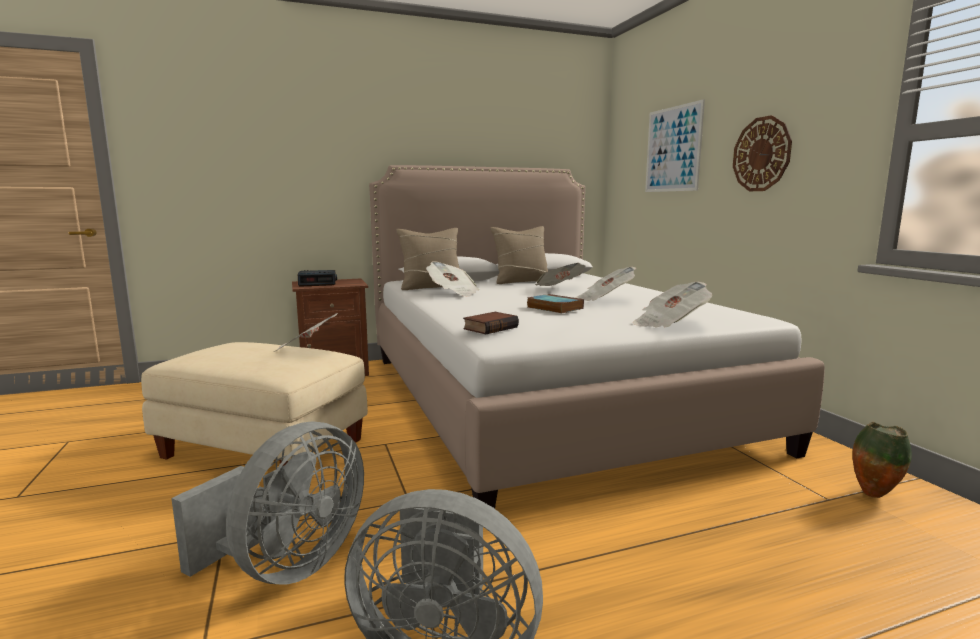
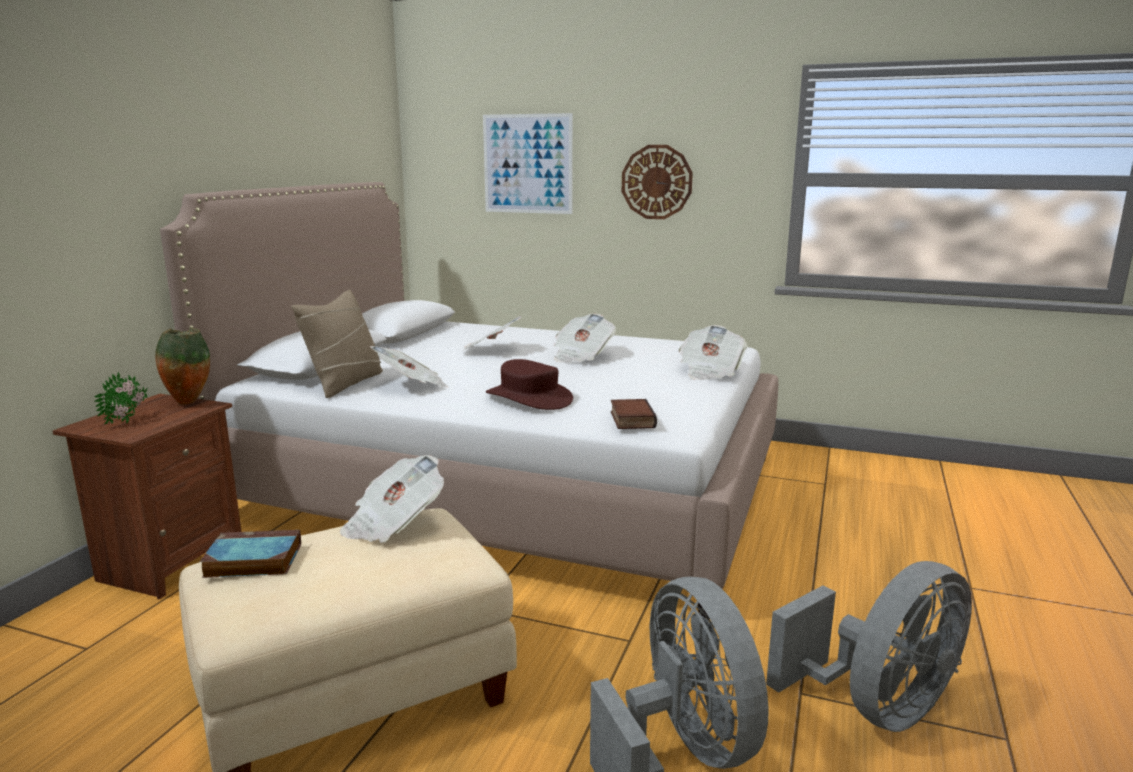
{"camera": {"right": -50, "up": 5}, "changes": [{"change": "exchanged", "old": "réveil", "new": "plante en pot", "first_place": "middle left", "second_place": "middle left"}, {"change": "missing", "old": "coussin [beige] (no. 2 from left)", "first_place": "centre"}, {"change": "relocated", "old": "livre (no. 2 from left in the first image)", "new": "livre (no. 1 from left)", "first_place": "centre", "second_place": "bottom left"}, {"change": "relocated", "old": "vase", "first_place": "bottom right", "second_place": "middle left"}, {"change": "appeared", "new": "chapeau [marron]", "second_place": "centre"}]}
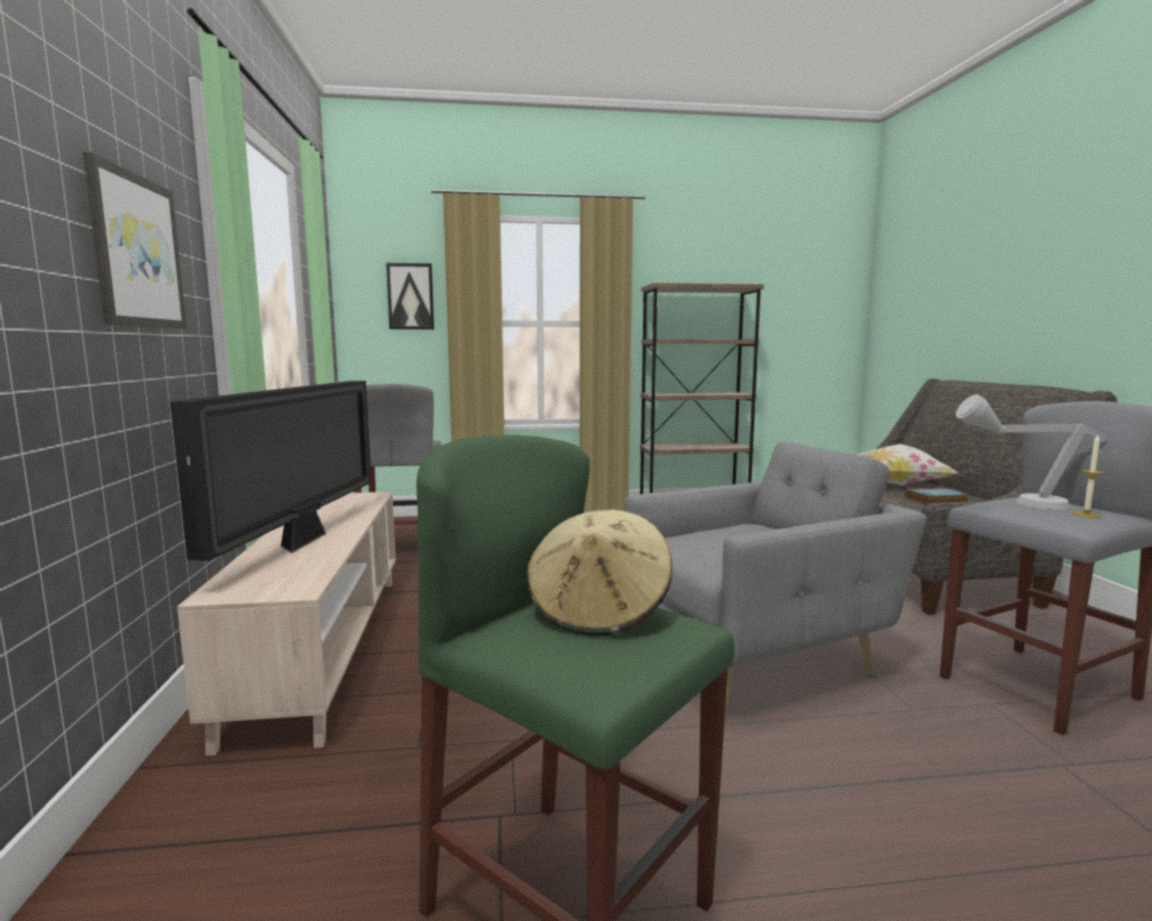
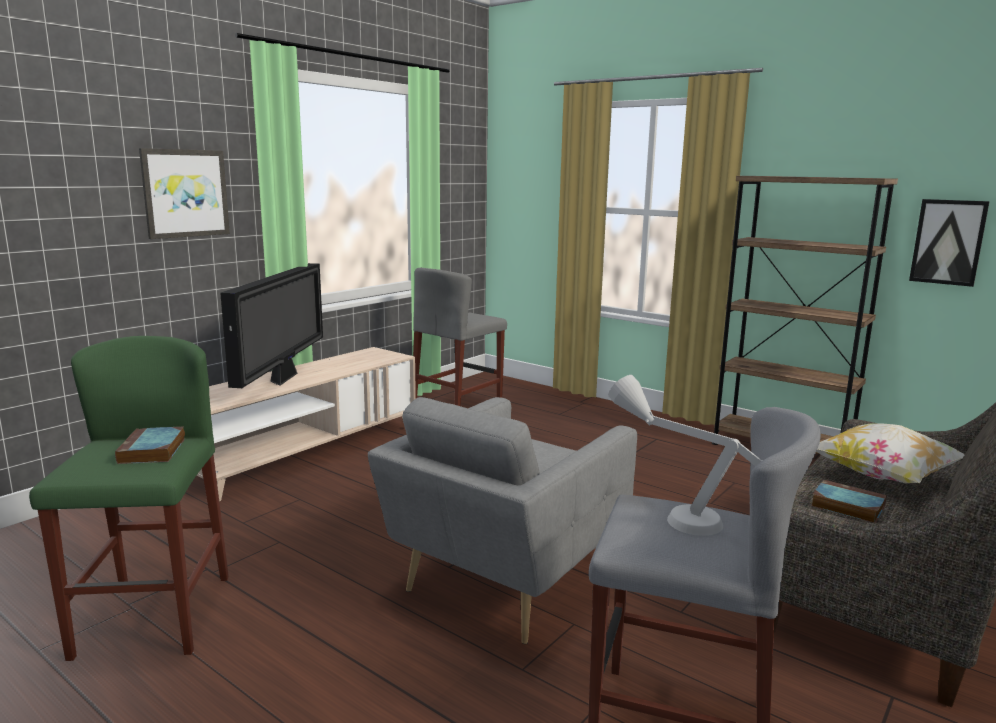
{"camera": {"right": 45, "up": 5}, "changes": [{"change": "spun", "old": "téléviseur", "first_place": "middle left", "second_place": "middle left", "degrees": -45}, {"change": "relocated", "old": "tableau (no. 2 from left)", "first_place": "top centre", "second_place": "middle right"}, {"change": "exchanged", "old": "chapeau [beige]", "new": "livre (no. 1 from left)", "first_place": "centre", "second_place": "middle left"}, {"change": "spun", "old": "fauteuil [gris]", "first_place": "middle right", "second_place": "bottom centre", "degrees": 105}, {"change": "missing", "old": "bougie", "first_place": "middle right"}]}
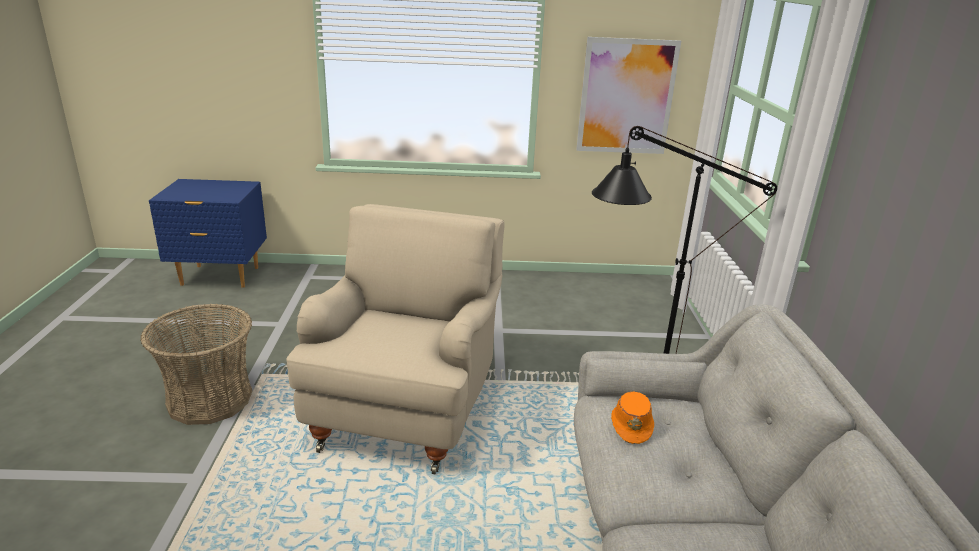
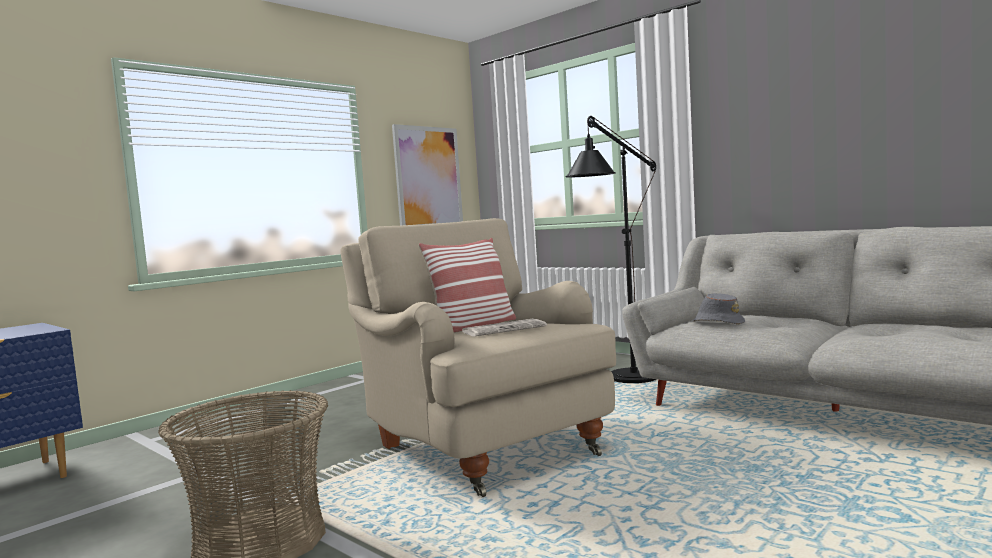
{"camera": {"right": -45, "up": -20}, "changes": [{"change": "colour", "old": "chapeau [orange]", "new": "chapeau [gris]", "first_place": "bottom centre", "second_place": "middle right"}, {"change": "appeared", "new": "coussin", "second_place": "centre"}, {"change": "appeared", "new": "journal", "second_place": "centre"}]}
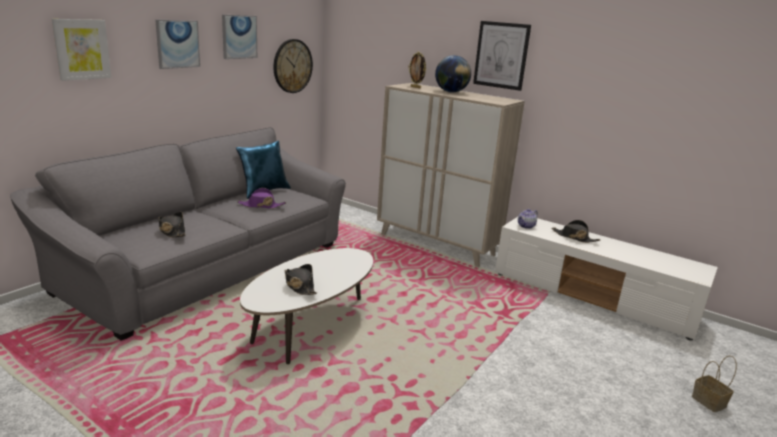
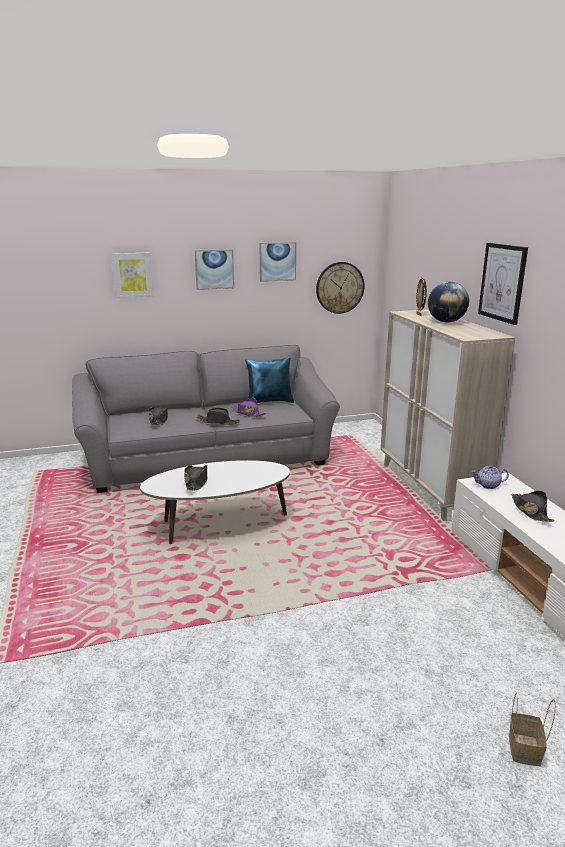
{"camera": {"right": 40, "up": 0}, "changes": [{"change": "appeared", "new": "chapeau [noir] (no. 3 from left)", "second_place": "centre"}]}
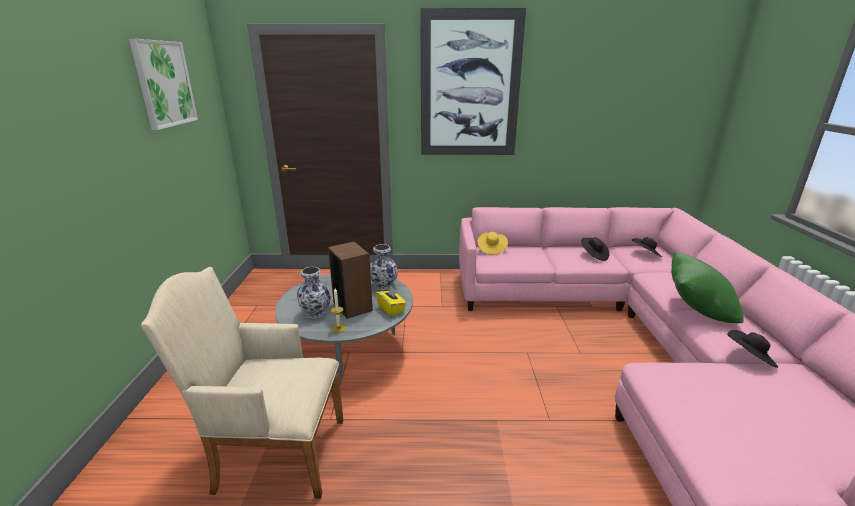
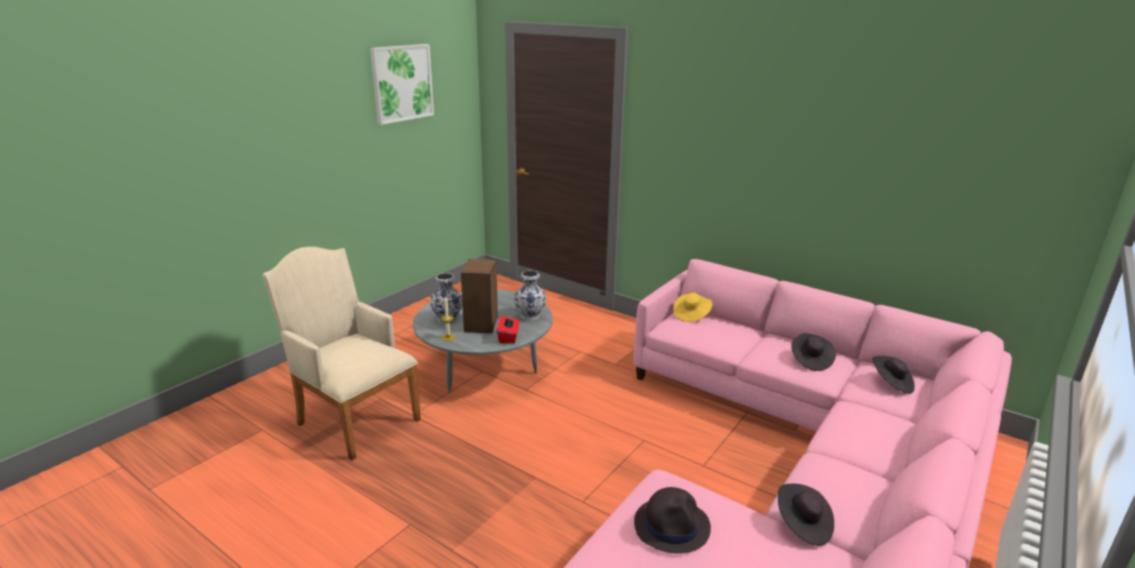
{"camera": {"right": 35, "up": 0}, "changes": [{"change": "colour", "old": "boîte à mouchoirs [jaune]", "new": "boîte à mouchoirs [rouge]", "first_place": "centre", "second_place": "centre"}, {"change": "missing", "old": "tableau (no. 2 from left)", "first_place": "top centre"}, {"change": "missing", "old": "coussin [vert]", "first_place": "middle right"}, {"change": "appeared", "new": "chapeau [noir] (no. 1 from left)", "second_place": "bottom centre"}]}
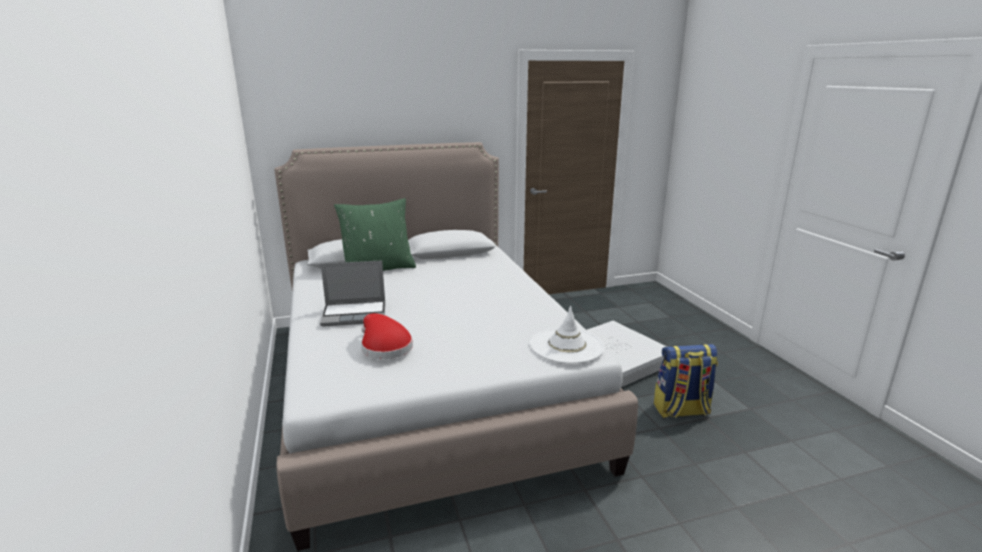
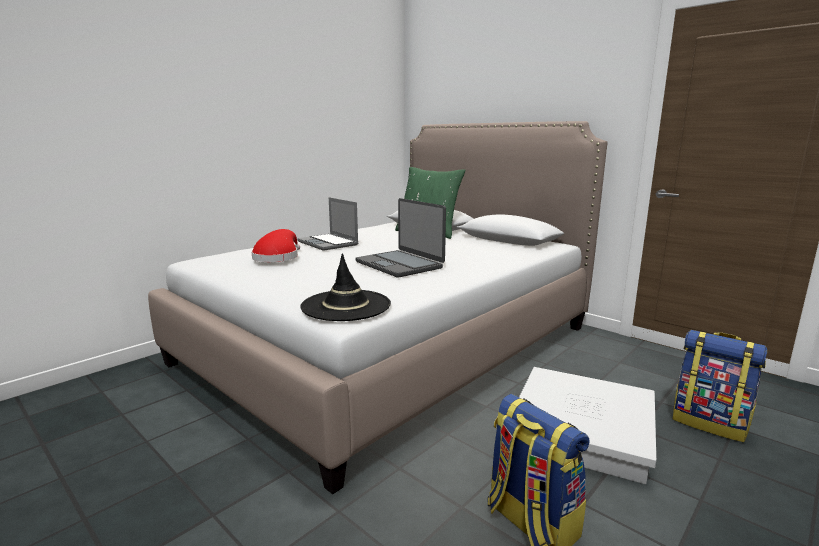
{"camera": {"right": 60, "up": -5}, "changes": [{"change": "colour", "old": "chapeau [blanc]", "new": "chapeau [noir]", "first_place": "centre", "second_place": "centre"}, {"change": "appeared", "new": "ordinateur portable (no. 2 from left)", "second_place": "centre"}, {"change": "appeared", "new": "sac à dos (no. 2 from left)", "second_place": "bottom right"}]}
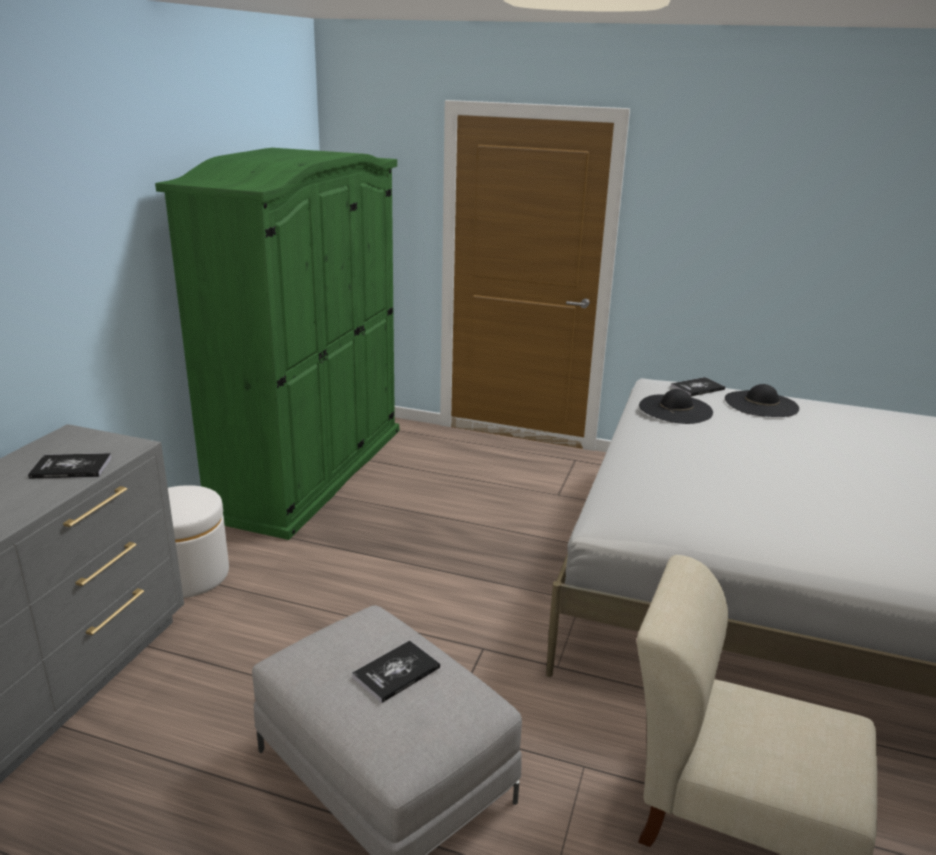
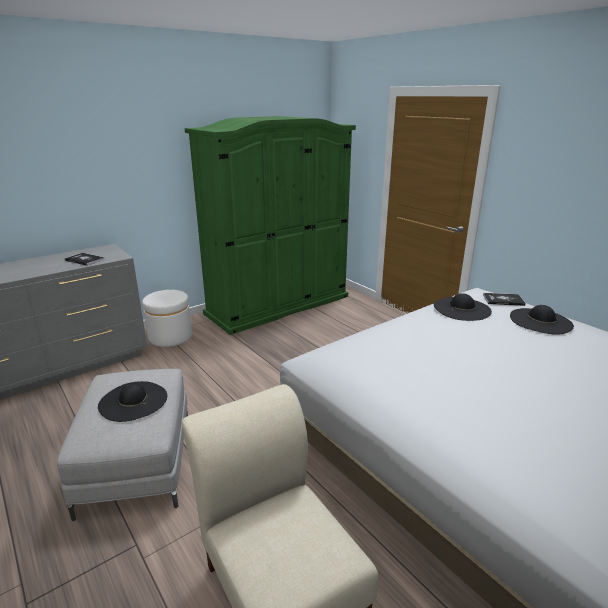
{"camera": {"right": 35, "up": 0}, "changes": [{"change": "exchanged", "old": "livre (no. 2 from left)", "new": "chapeau [noir] (no. 1 from left)", "first_place": "bottom centre", "second_place": "middle left"}]}
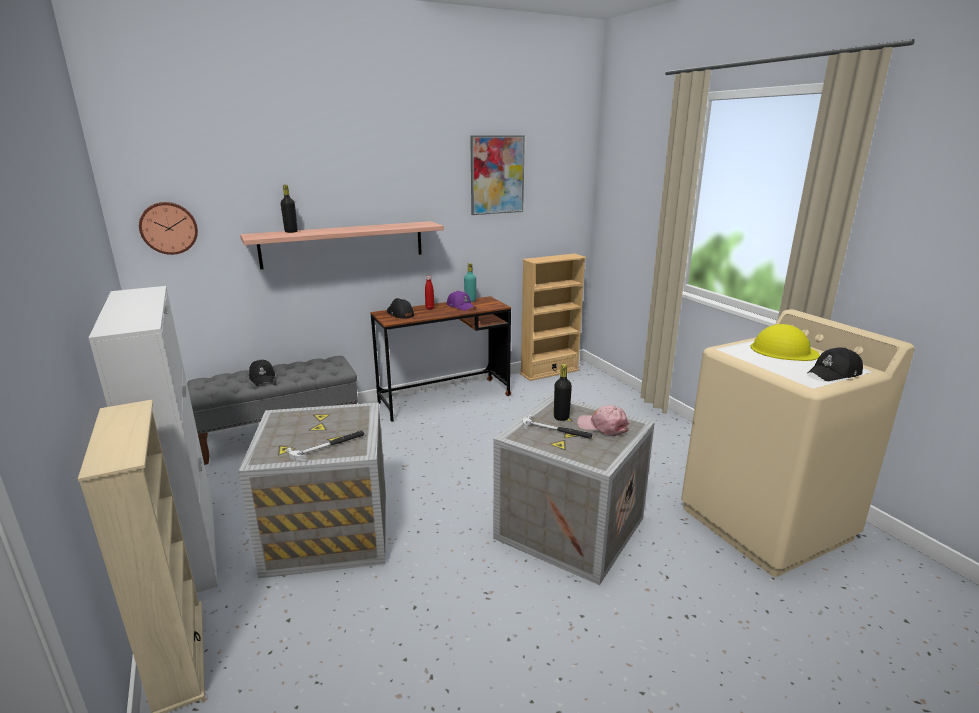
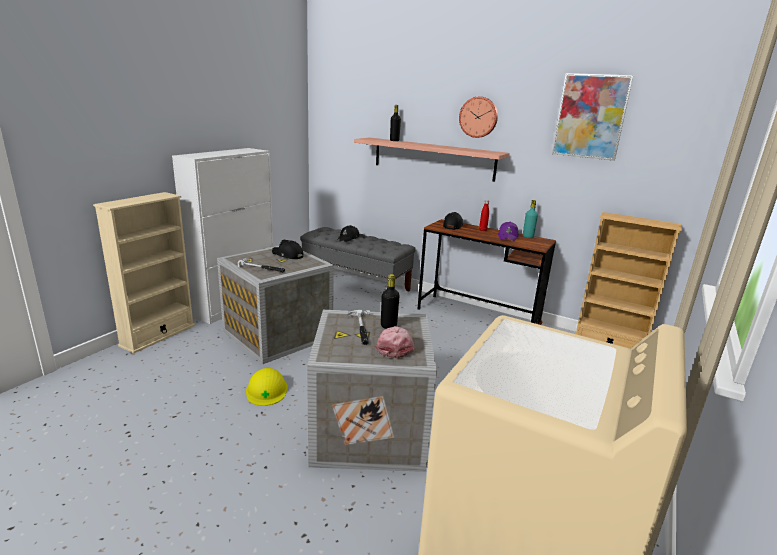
{"camera": {"right": 55, "up": 0}, "changes": [{"change": "relocated", "old": "horloge murale", "first_place": "top left", "second_place": "top centre"}, {"change": "relocated", "old": "casque de chantier [jaune]", "first_place": "middle right", "second_place": "bottom centre"}, {"change": "relocated", "old": "casquette [noir] (no. 3 from left in the first image)", "new": "casquette [noir] (no. 1 from left)", "first_place": "middle right", "second_place": "centre"}]}
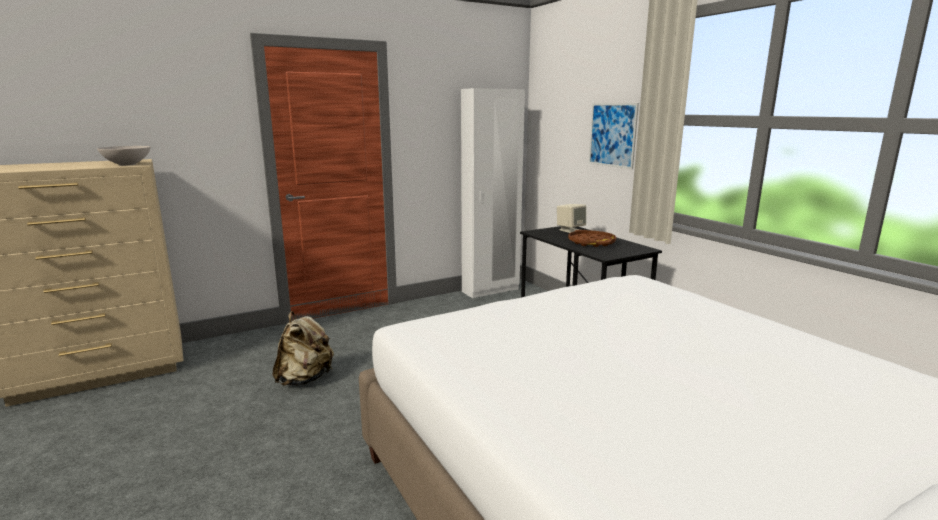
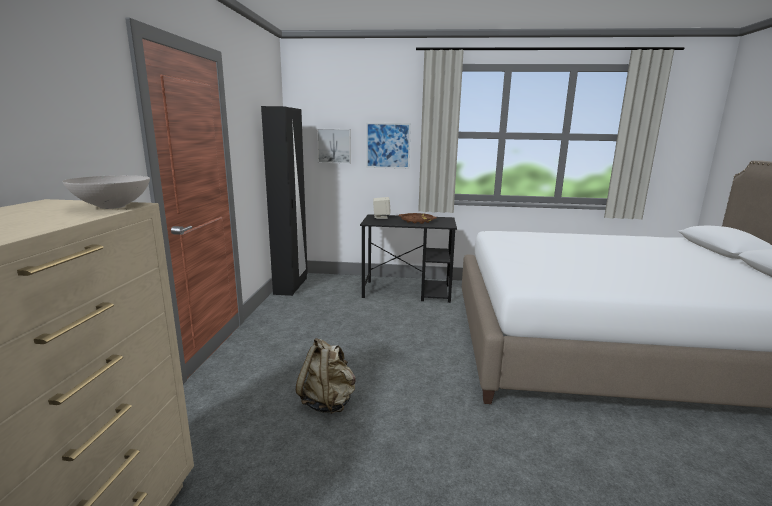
{"camera": {"right": -55, "up": 0}, "changes": [{"change": "colour", "old": "armoire [blanc]", "new": "armoire [noir]", "first_place": "centre", "second_place": "centre"}, {"change": "appeared", "new": "tableau (no. 1 from left)", "second_place": "top centre"}]}
